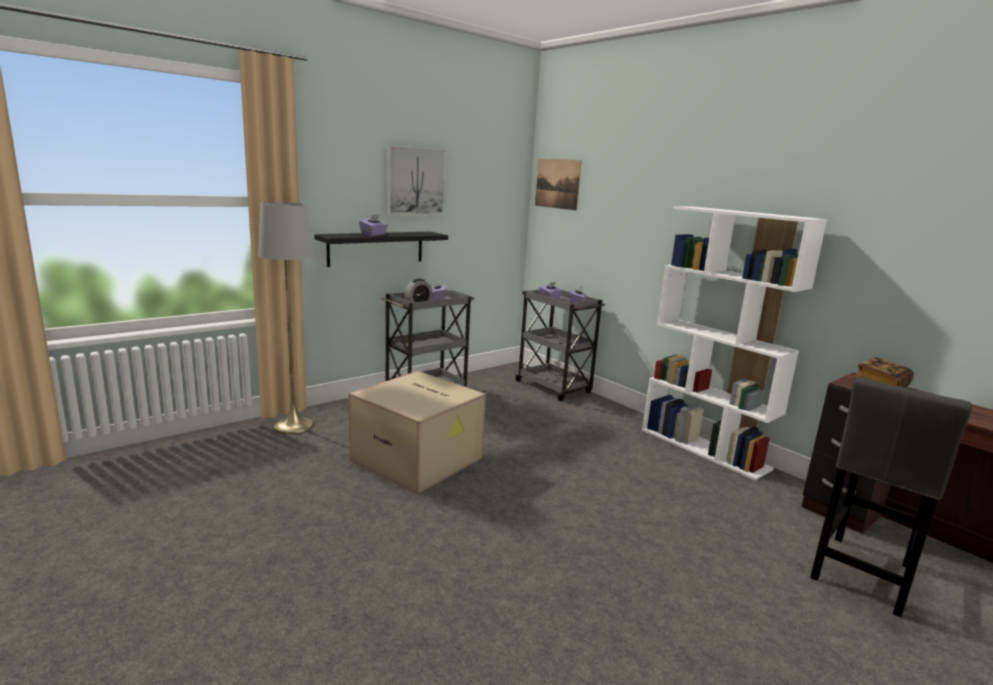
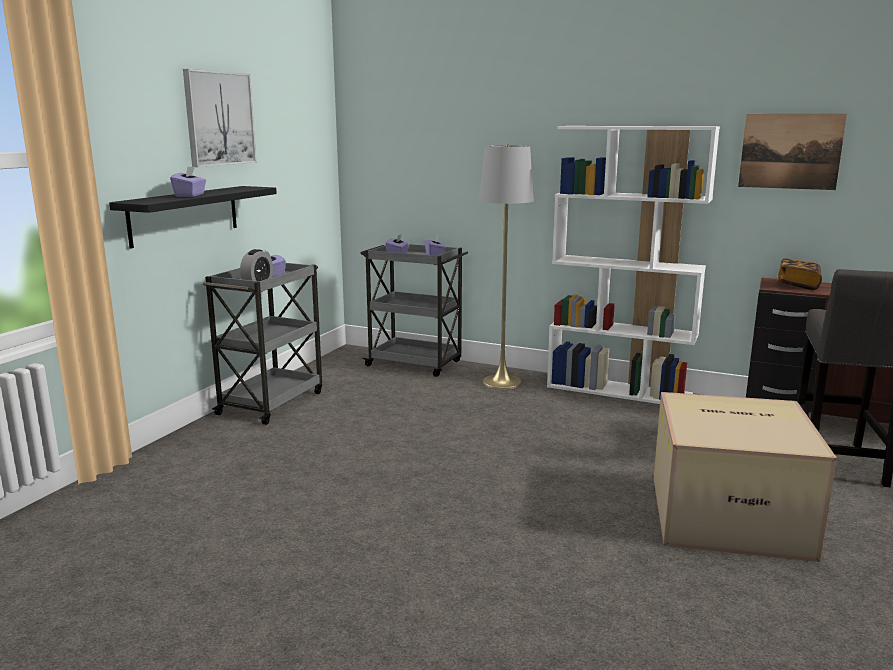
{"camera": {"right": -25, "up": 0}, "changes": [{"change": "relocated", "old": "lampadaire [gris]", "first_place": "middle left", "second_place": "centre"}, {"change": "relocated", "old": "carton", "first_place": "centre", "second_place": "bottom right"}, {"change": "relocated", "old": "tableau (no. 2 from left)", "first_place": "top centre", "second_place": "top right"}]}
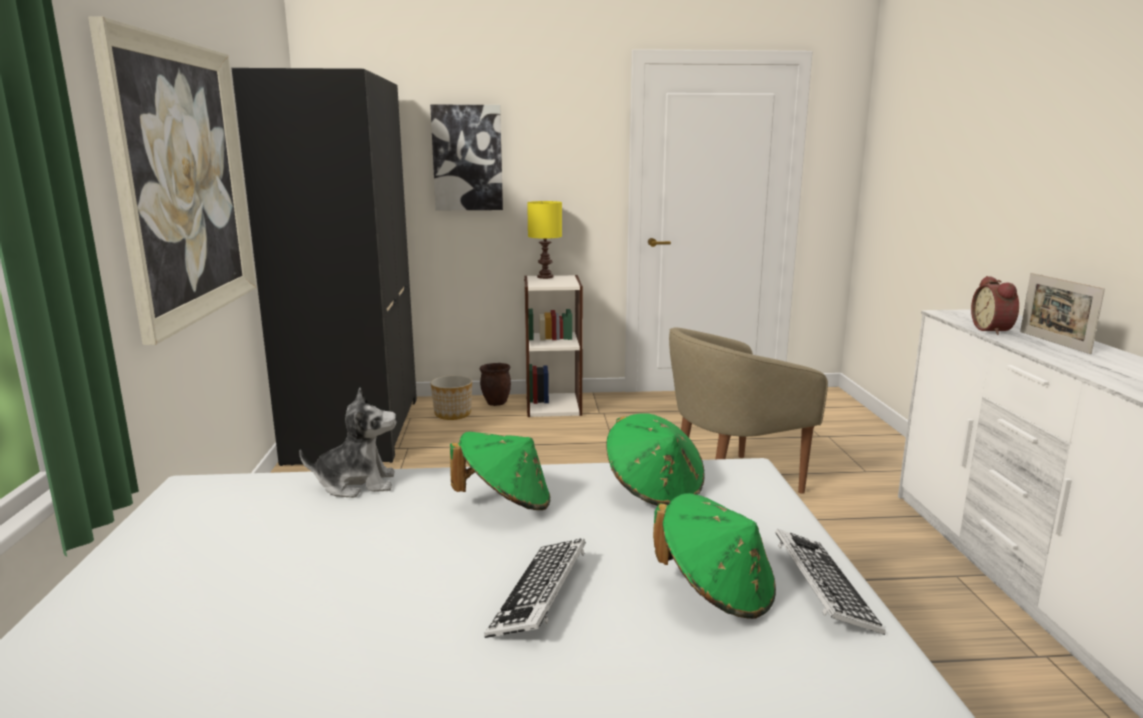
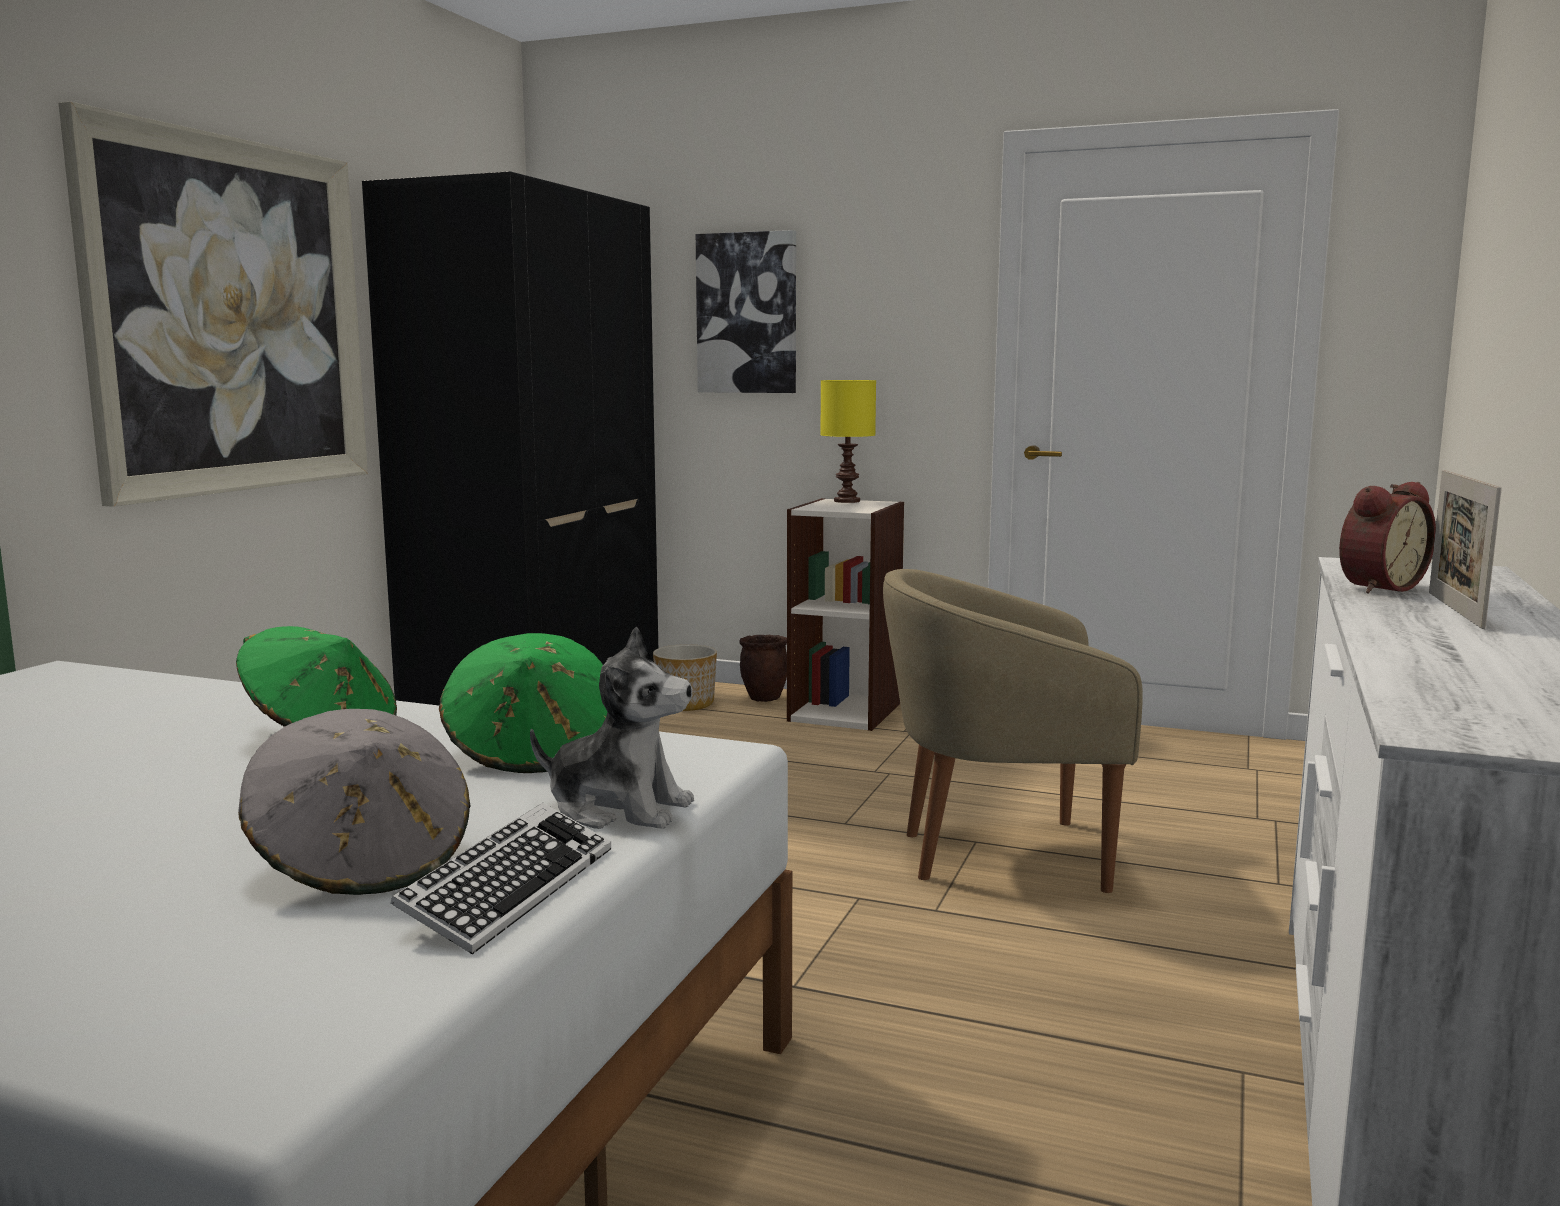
{"camera": {"right": 25, "up": -5}, "changes": [{"change": "relocated", "old": "peluche", "first_place": "middle left", "second_place": "centre"}, {"change": "missing", "old": "clavier (no. 1 from left)", "first_place": "bottom centre"}, {"change": "colour", "old": "chapeau [vert] (no. 3 from left)", "new": "chapeau [gris]", "first_place": "bottom centre", "second_place": "middle left"}, {"change": "spun", "old": "réveil", "first_place": "middle right", "second_place": "middle right", "degrees": -150}]}
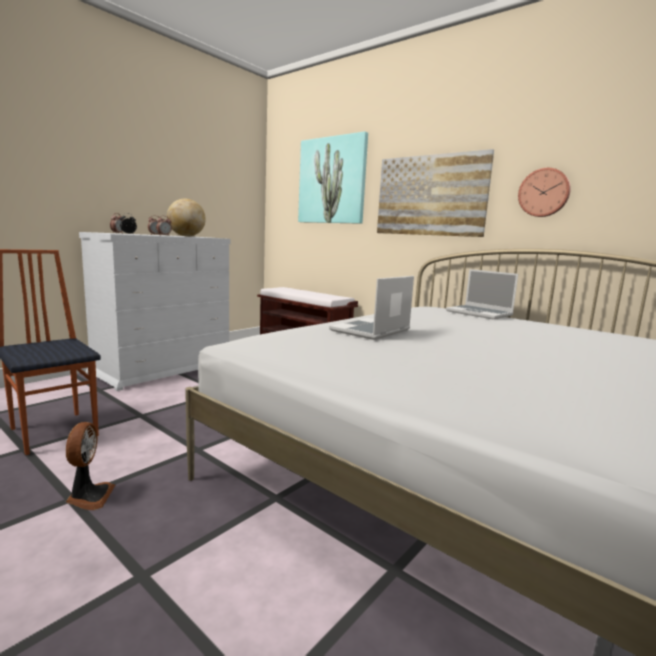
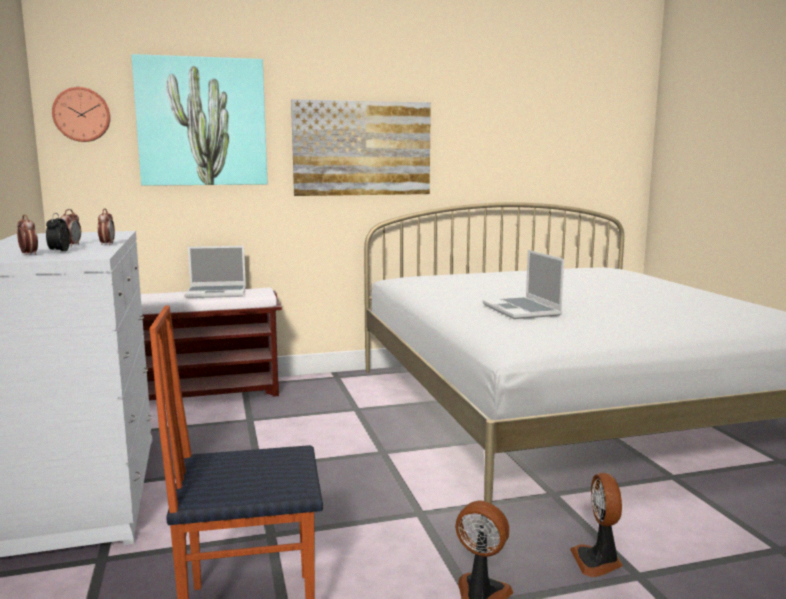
{"camera": {"right": -55, "up": 0}, "changes": [{"change": "missing", "old": "globe", "first_place": "top left"}, {"change": "relocated", "old": "ordinateur portable (no. 2 from left in the first image)", "new": "ordinateur portable (no. 1 from left)", "first_place": "middle right", "second_place": "middle left"}, {"change": "relocated", "old": "horloge murale", "first_place": "top right", "second_place": "top left"}, {"change": "appeared", "new": "ventilateur (no. 2 from left)", "second_place": "bottom right"}]}
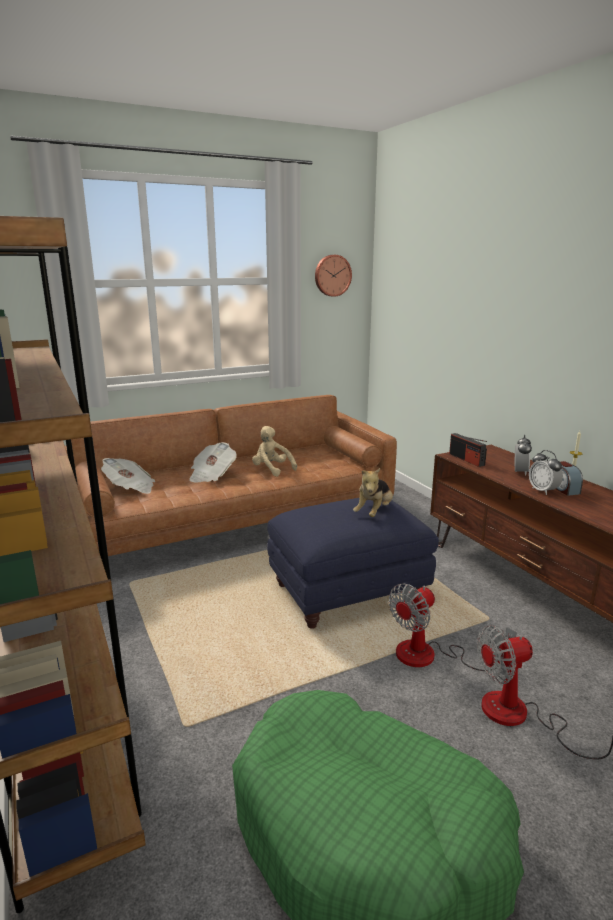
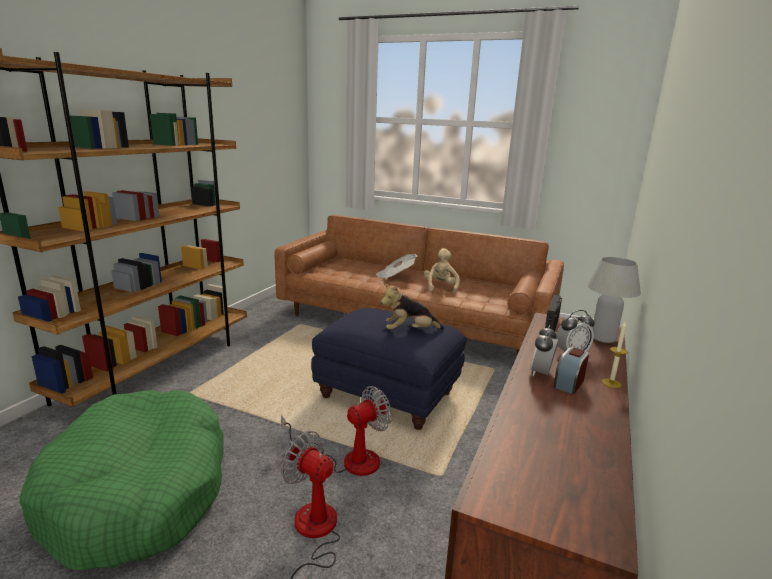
{"camera": {"right": 50, "up": 0}, "changes": [{"change": "missing", "old": "journal (no. 1 from left)", "first_place": "middle left"}, {"change": "missing", "old": "horloge murale", "first_place": "top centre"}, {"change": "spun", "old": "ventilateur (no. 1 from left in the first image)", "first_place": "bottom right", "second_place": "bottom centre", "degrees": 135}, {"change": "appeared", "new": "lampe de table [blanc]", "second_place": "middle right"}]}
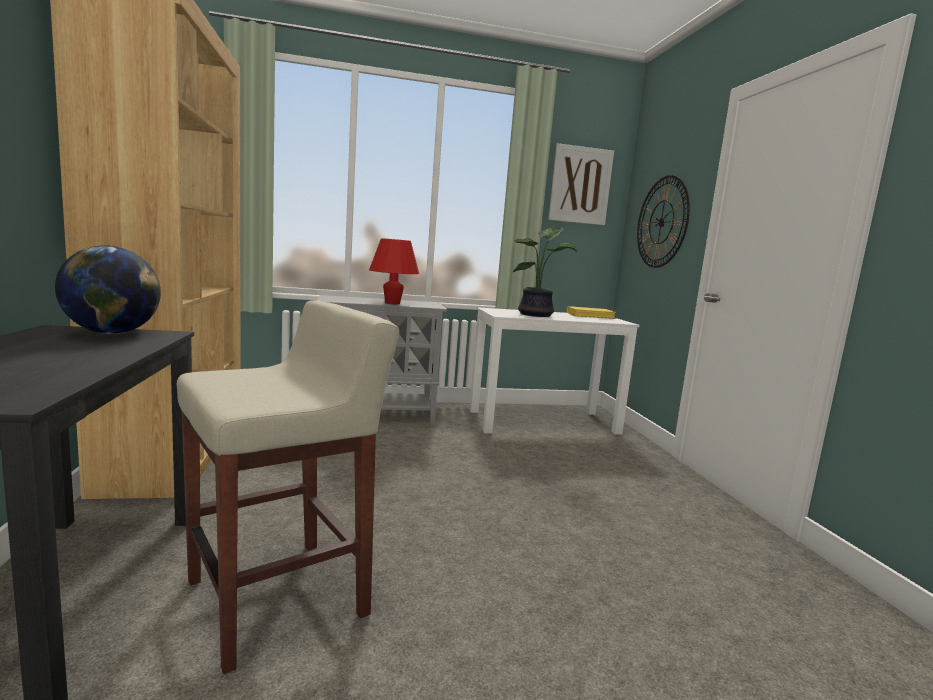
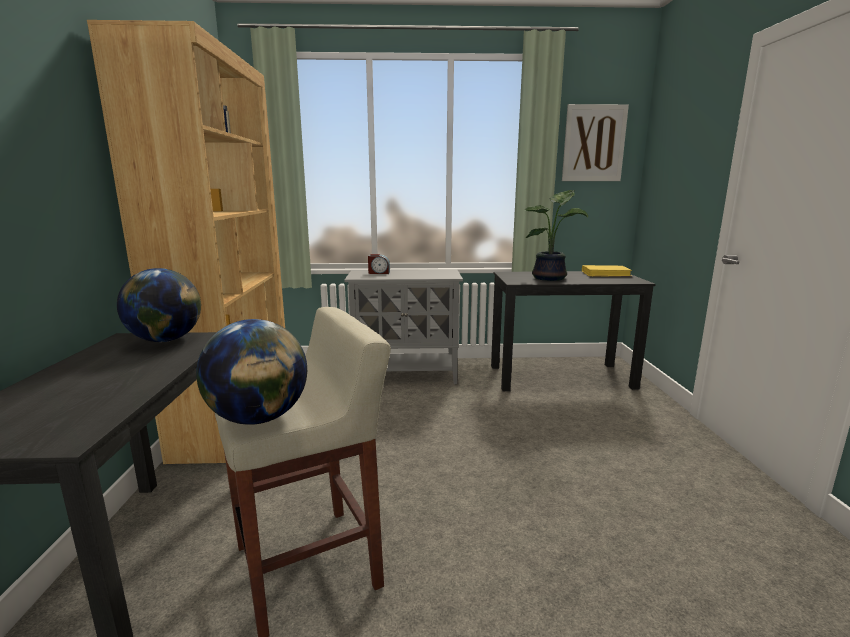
{"camera": {"right": 10, "up": 5}, "changes": [{"change": "missing", "old": "lampe de table [rouge]", "first_place": "centre"}, {"change": "colour", "old": "bureau [blanc]", "new": "bureau [noir] (no. 2 from left)", "first_place": "centre", "second_place": "middle right"}, {"change": "missing", "old": "horloge murale", "first_place": "top right"}, {"change": "appeared", "new": "globe (no. 2 from left)", "second_place": "middle left"}, {"change": "appeared", "new": "réveil", "second_place": "centre"}]}
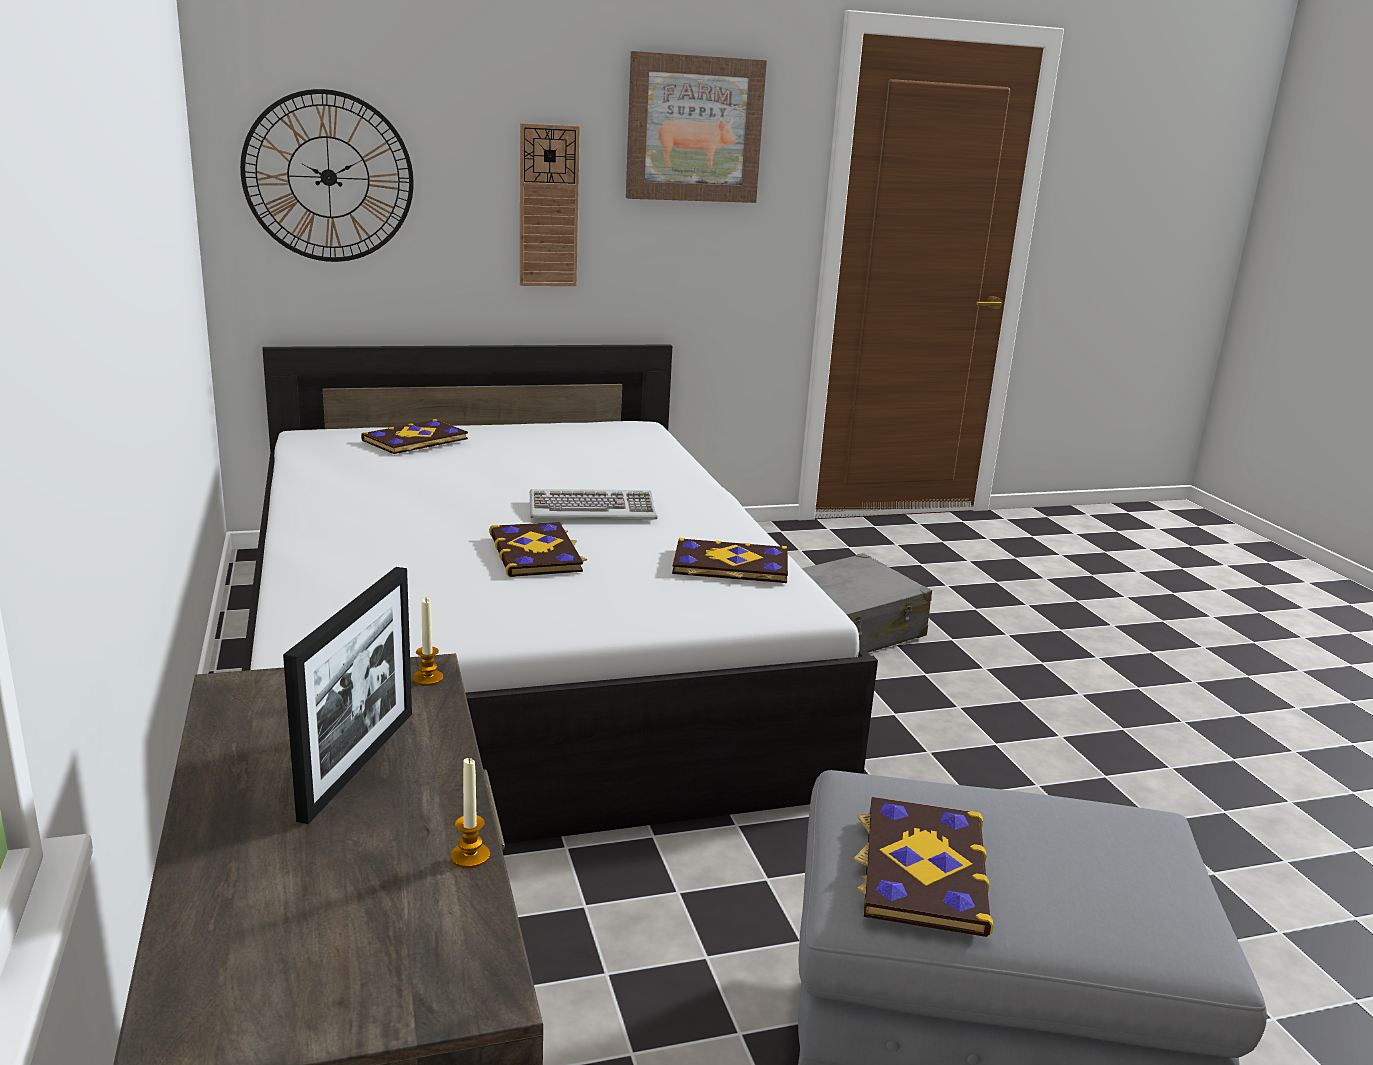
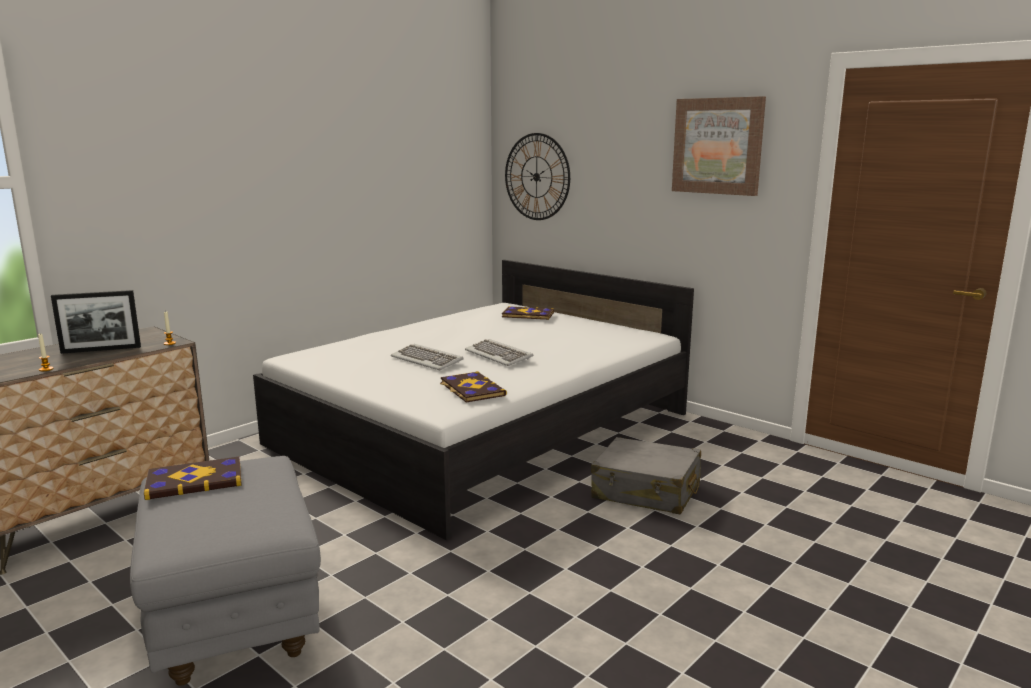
{"camera": {"right": 60, "up": -5}, "changes": [{"change": "exchanged", "old": "livre (no. 2 from left)", "new": "clavier (no. 1 from left)", "first_place": "centre", "second_place": "centre"}, {"change": "missing", "old": "horloge murale (no. 2 from left)", "first_place": "top centre"}]}
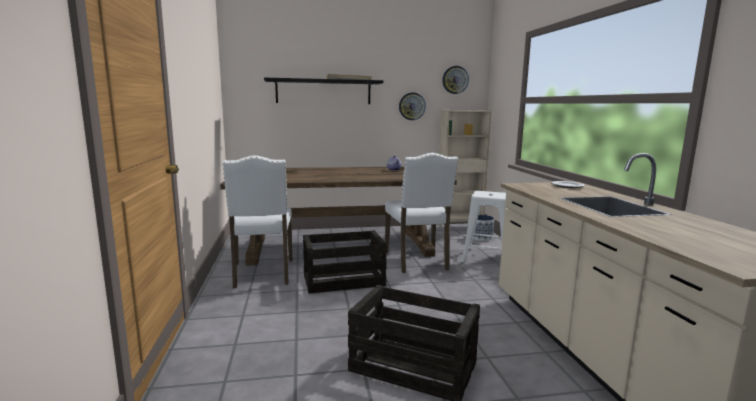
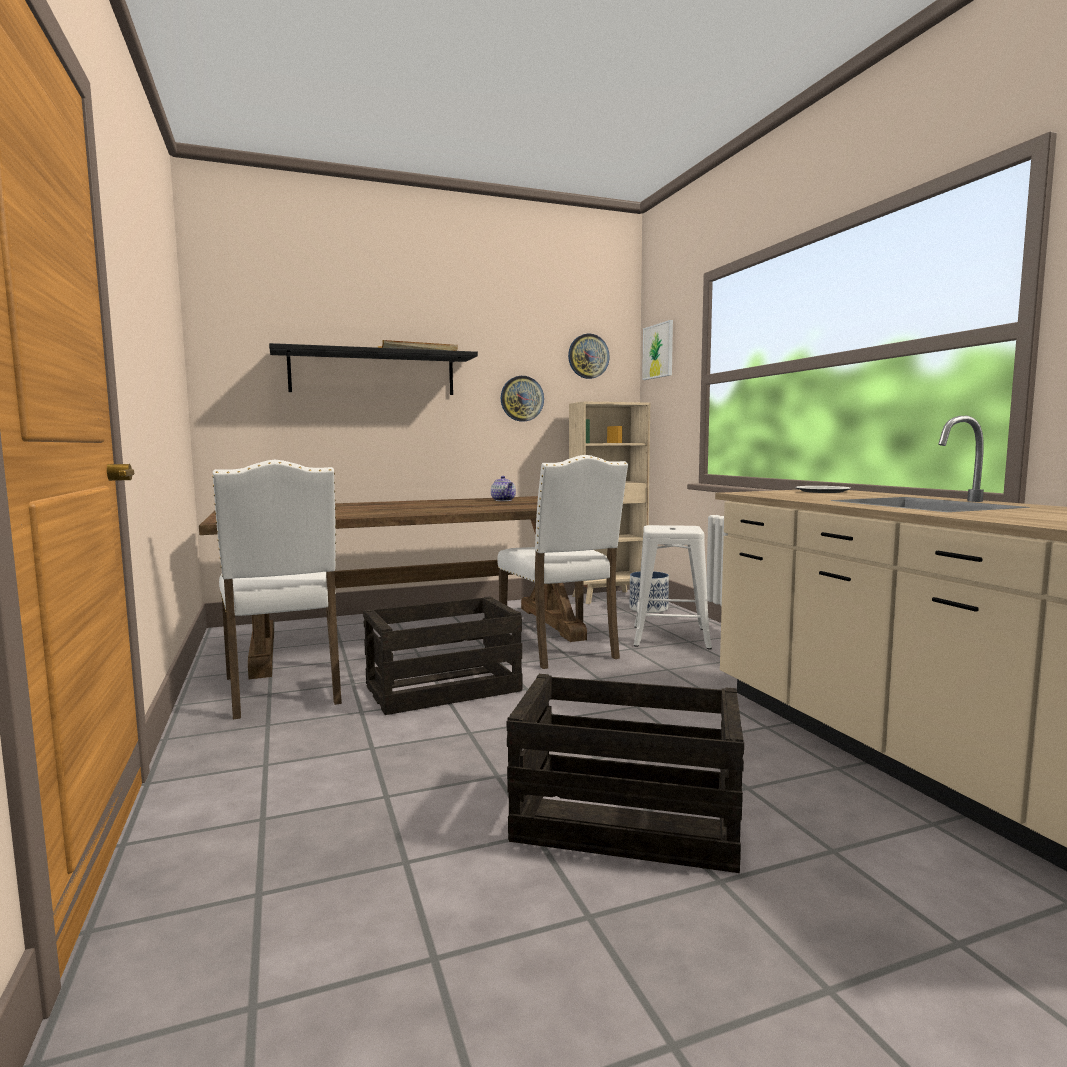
{"camera": {"right": -10, "up": -5}, "changes": [{"change": "appeared", "new": "tableau", "second_place": "top centre"}]}
